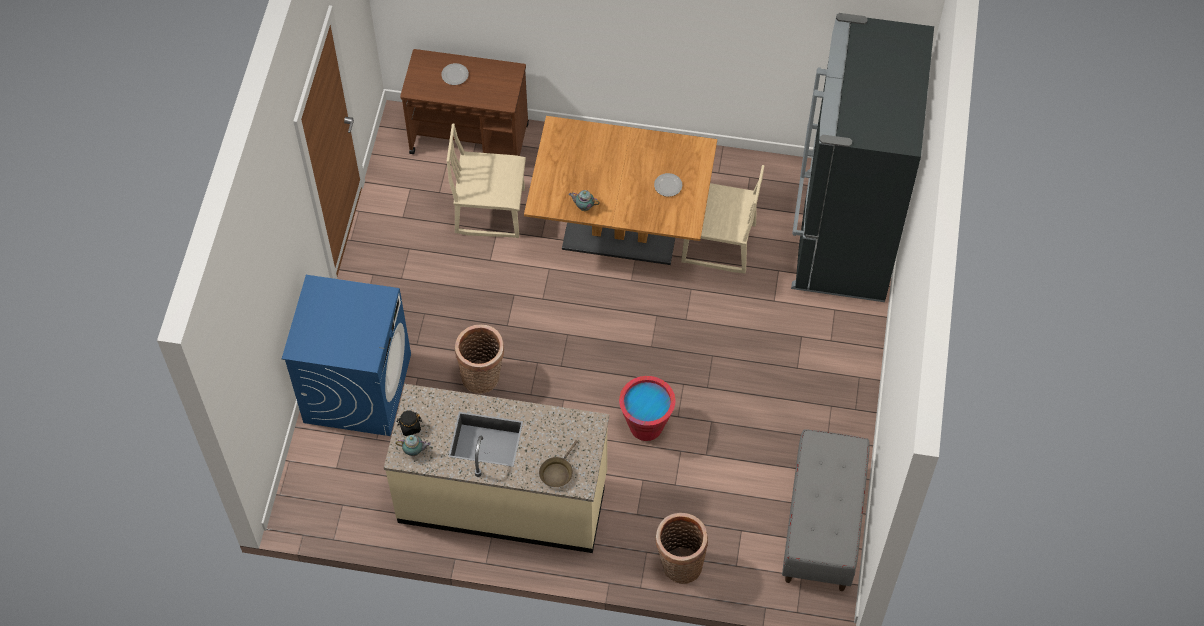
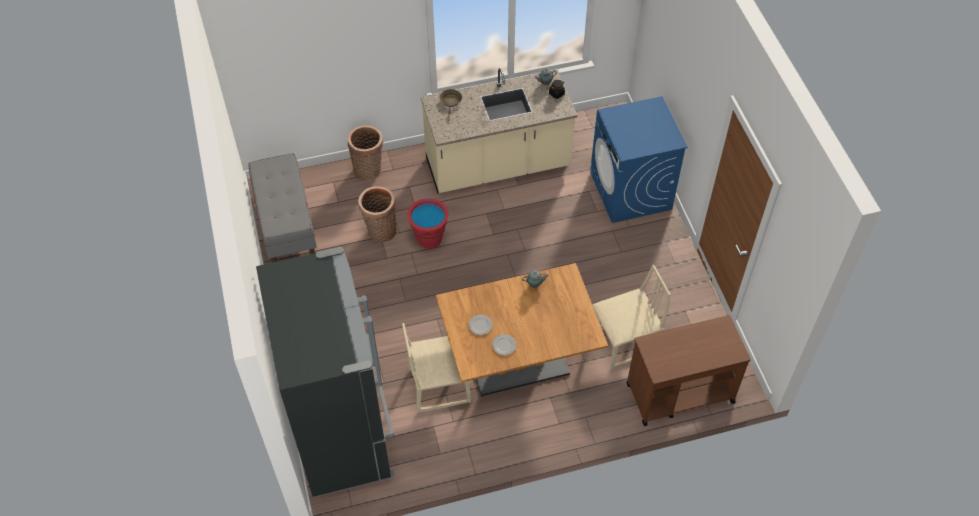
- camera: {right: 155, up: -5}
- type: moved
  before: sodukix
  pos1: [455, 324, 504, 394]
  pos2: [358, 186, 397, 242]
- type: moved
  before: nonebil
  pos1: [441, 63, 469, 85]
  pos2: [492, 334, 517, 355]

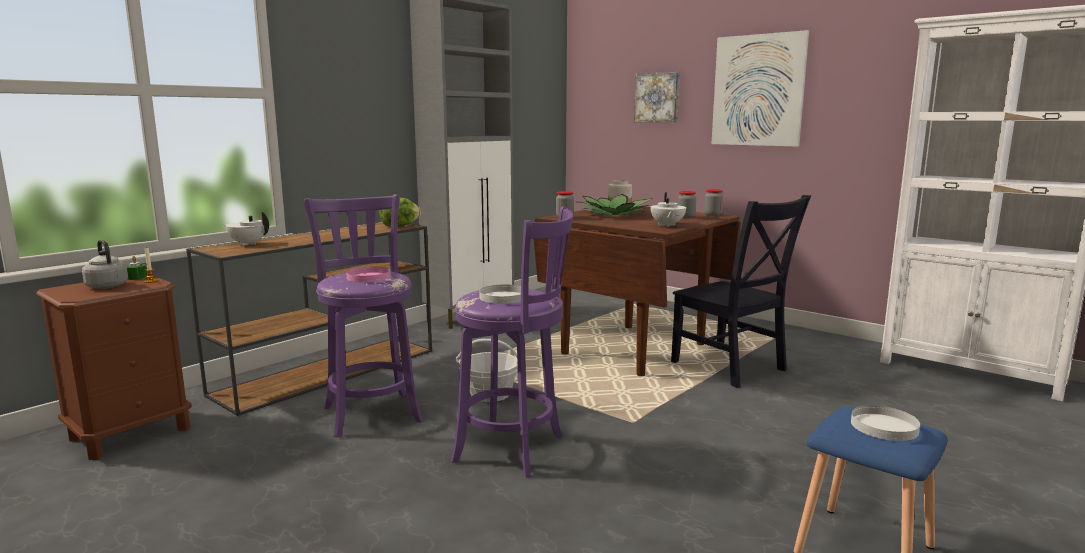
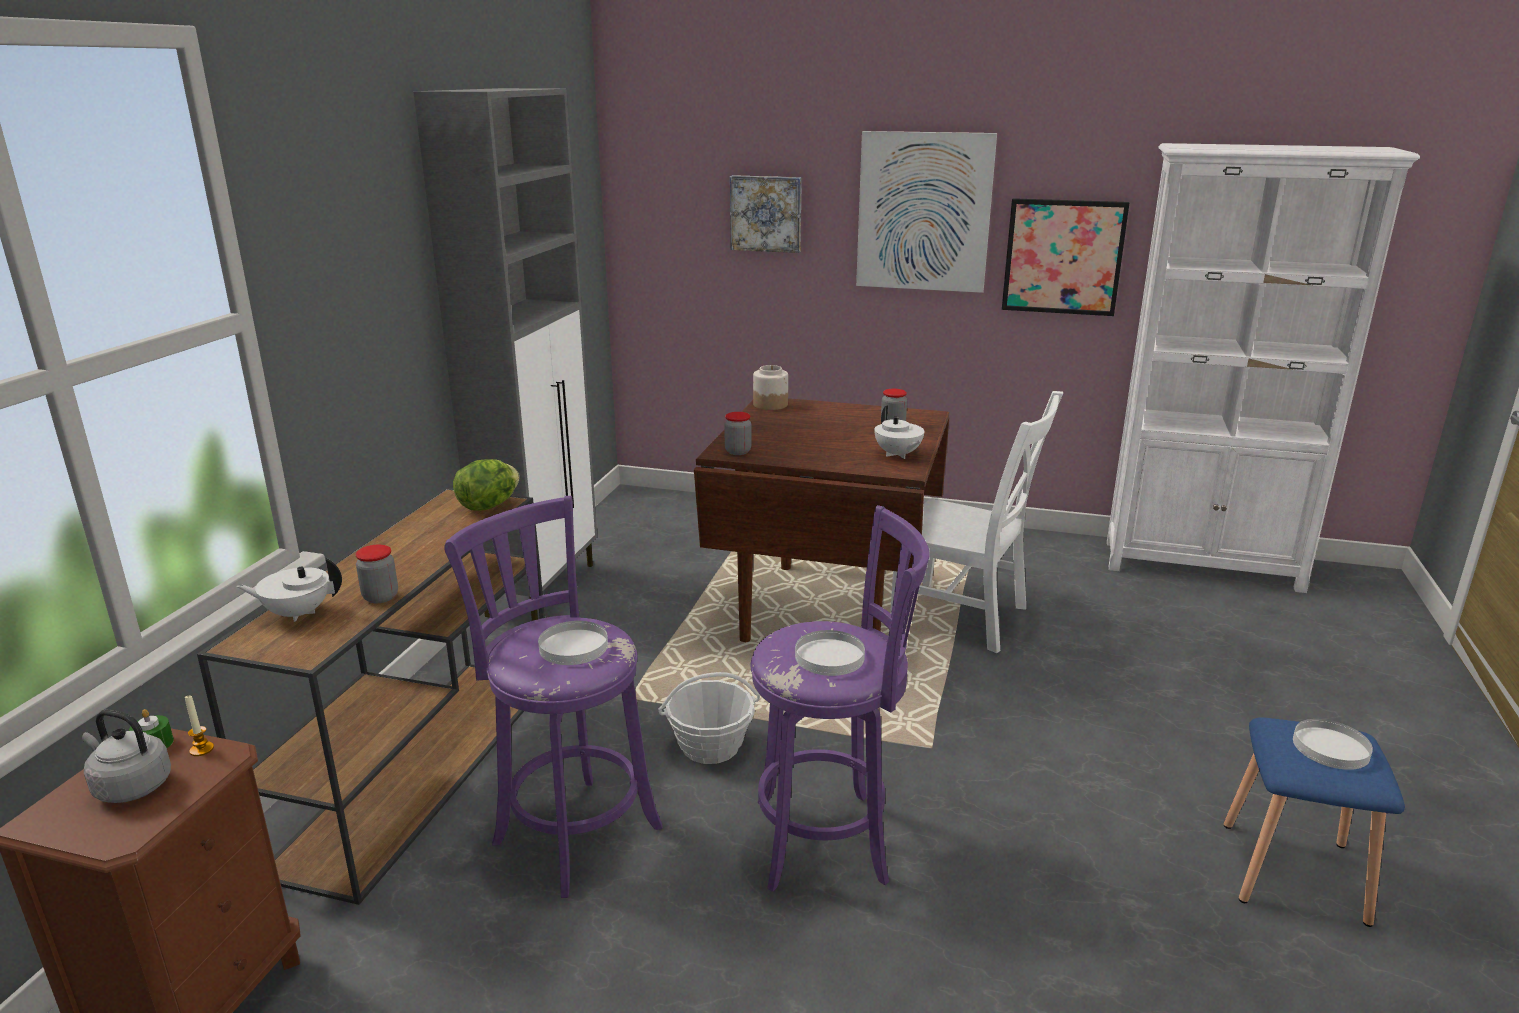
- camera: {right: -25, up: 10}
- type: moved
  before: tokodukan
  pos1: [704, 189, 723, 216]
  pos2: [355, 545, 398, 603]
- type: recoloured
  before: pink_nonebil
  after: white_nonebil
  pos1: [346, 266, 390, 282]
  pos2: [538, 621, 608, 665]
- type: recoloured
  before: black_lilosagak
  after: white_lilosagak
  pos1: [671, 195, 811, 388]
  pos2: [890, 391, 1063, 653]
- type: added
  after: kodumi
  pos2: [1002, 198, 1129, 316]
- type: removed
  before: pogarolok
  pos1: [577, 194, 653, 215]

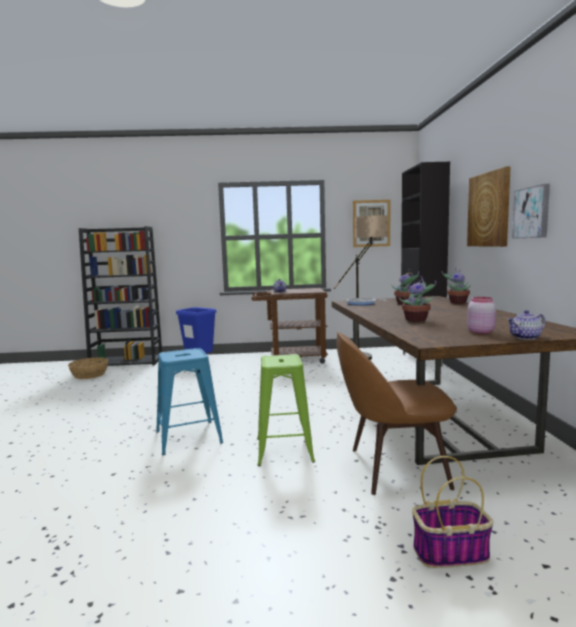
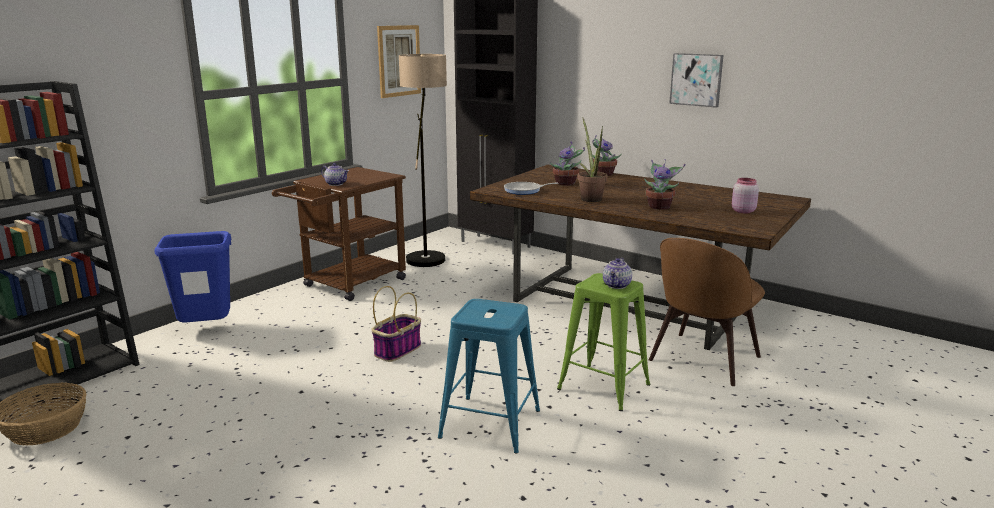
- camera: {right: -50, up: 10}
- type: moved
  before: sodukix
  pos1: [412, 456, 493, 568]
  pos2: [371, 286, 421, 362]
- type: added
  after: pogarolok
  pos2: [577, 118, 607, 202]
- type: moved
  before: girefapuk
  pos1: [507, 310, 546, 340]
  pos2: [603, 258, 632, 289]
- type: removed
  before: kodumi
  pos1: [467, 166, 511, 247]

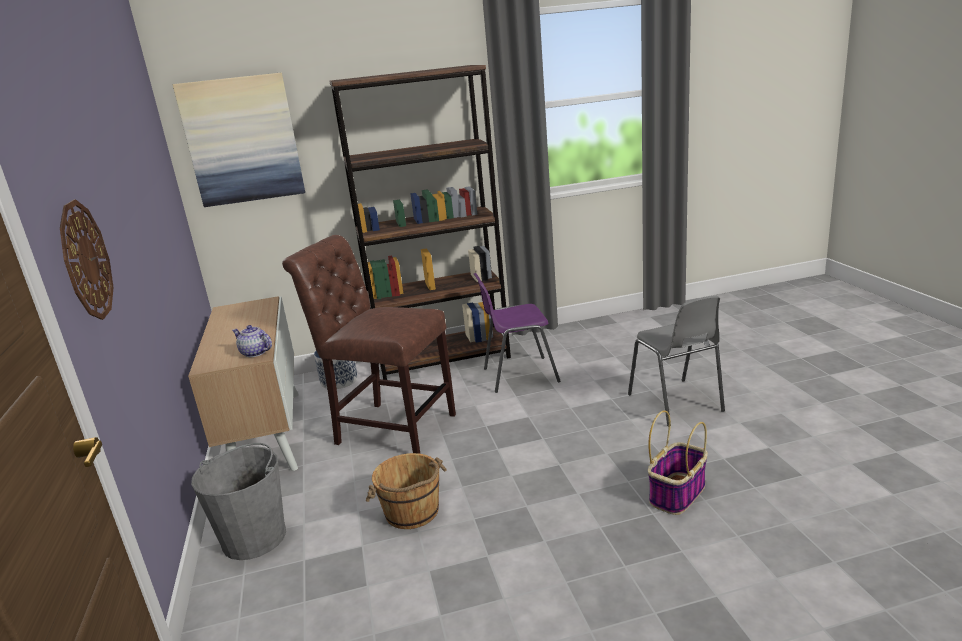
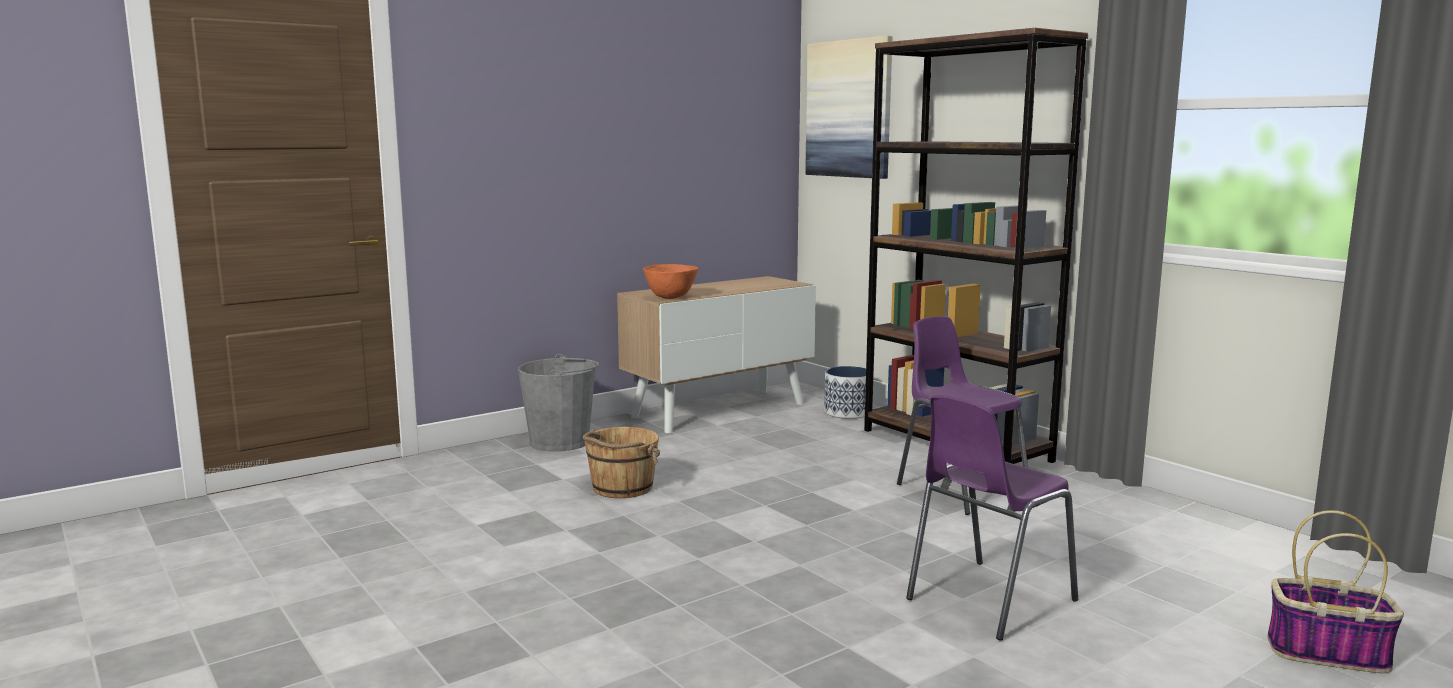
- camera: {right: 65, up: -10}
- type: replaced
  before: girefapuk
  after: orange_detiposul
  pos1: [232, 325, 272, 357]
  pos2: [643, 264, 698, 299]
- type: recoloured
  before: grey_lilosagak
  after: purple_lilosagak
  pos1: [628, 296, 725, 426]
  pos2: [906, 395, 1078, 641]
- type: moved
  before: sodukix
  pos1: [648, 411, 708, 515]
  pos2: [1268, 510, 1404, 673]
- type: removed
  before: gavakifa
  pos1: [60, 199, 114, 320]
- type: removed
  before: brown_lilosagak
  pos1: [282, 235, 456, 454]

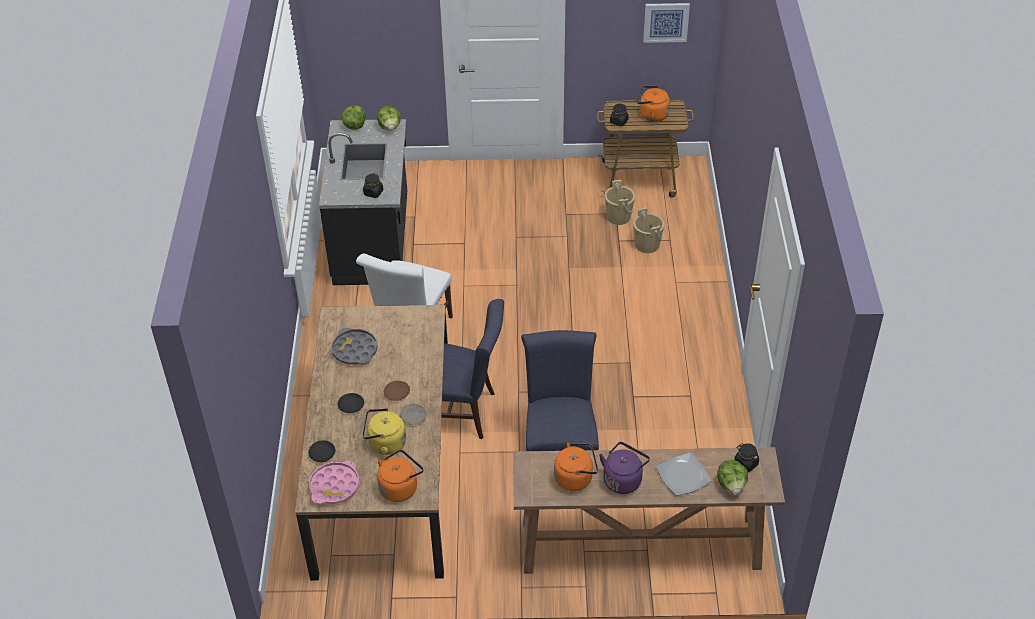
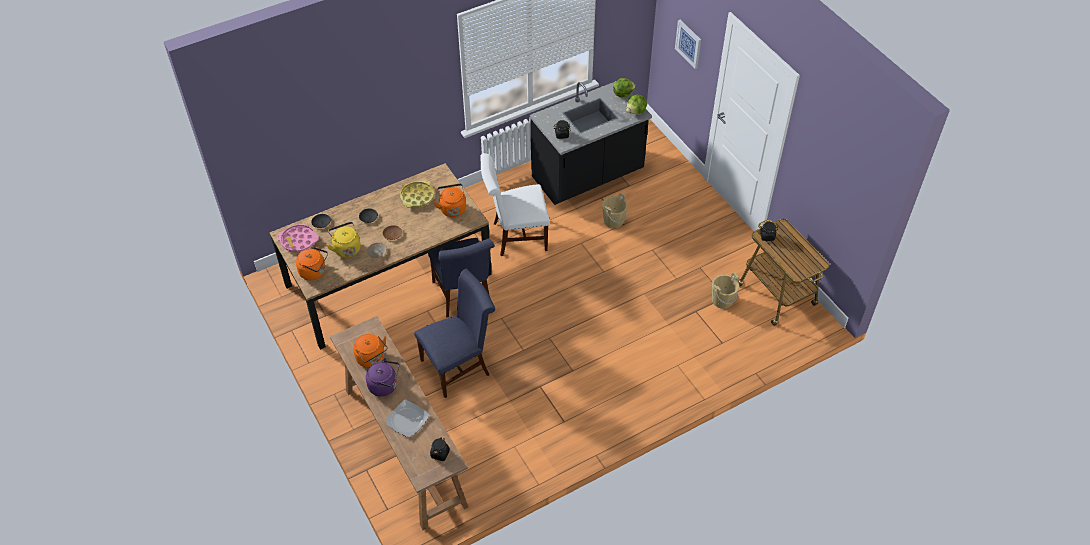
- camera: {right: 60, up: 5}
- type: recoloured
  before: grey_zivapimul
  after: yellow_zivapimul
  pos1: [331, 328, 378, 365]
  pos2: [400, 180, 434, 208]
- type: moved
  before: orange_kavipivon
  pos1: [637, 86, 670, 122]
  pos2: [434, 184, 466, 217]
- type: moved
  before: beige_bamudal
  pos1: [633, 207, 665, 253]
  pos2: [602, 192, 628, 228]
- type: moved
  before: kodumi
  pos1: [643, 3, 690, 43]
  pos2: [675, 20, 701, 69]
- type: removed
  before: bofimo
  pos1: [717, 460, 748, 495]

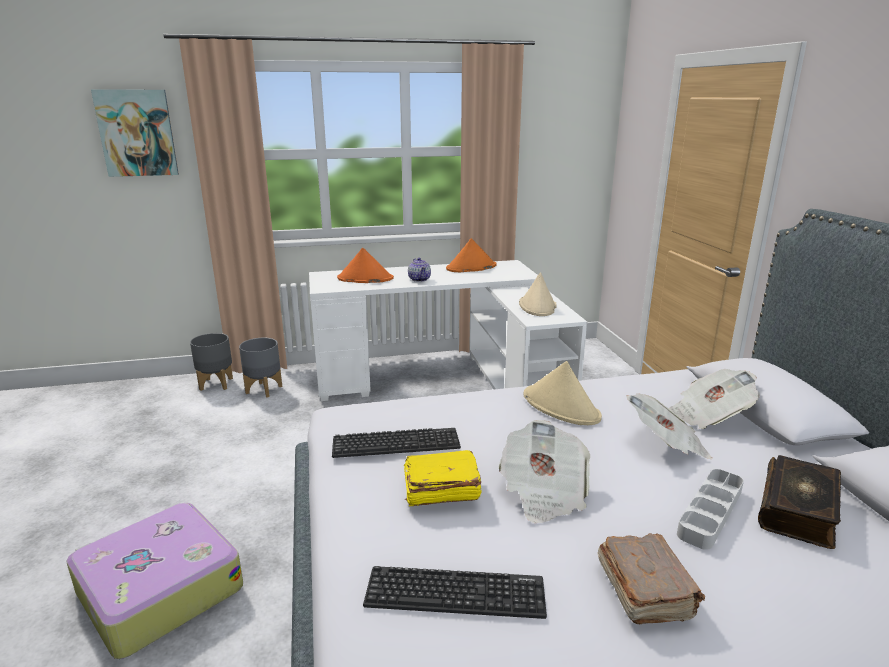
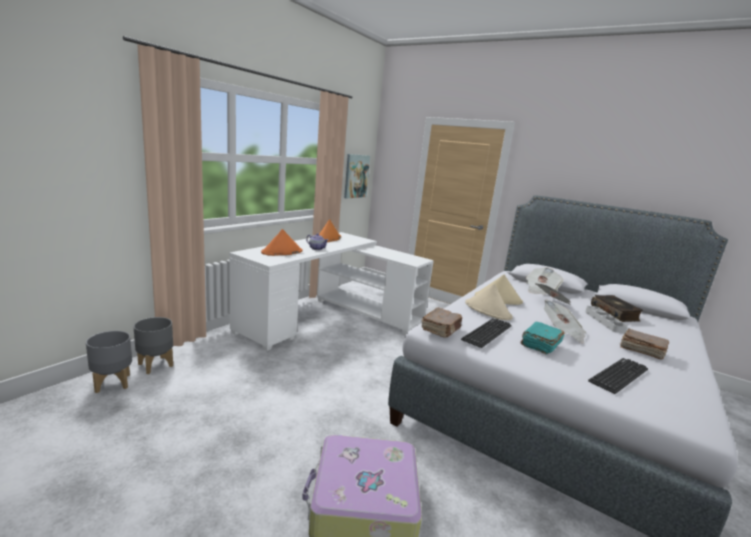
- camera: {right: -45, up: -5}
- type: moved
  before: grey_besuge
  pos1: [239, 338, 282, 398]
  pos2: [86, 331, 132, 393]
- type: moved
  before: kodumi
  pos1: [91, 90, 179, 177]
  pos2: [344, 154, 370, 199]
- type: added
  after: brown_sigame
  pos2: [422, 308, 462, 338]
- type: moved
  before: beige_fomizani
  pos1: [519, 272, 556, 316]
  pos2: [465, 284, 513, 320]
- type: recoloured
  before: yellow_sigame
  after: turquoise_sigame
  pos1: [404, 450, 482, 506]
  pos2: [521, 322, 564, 355]

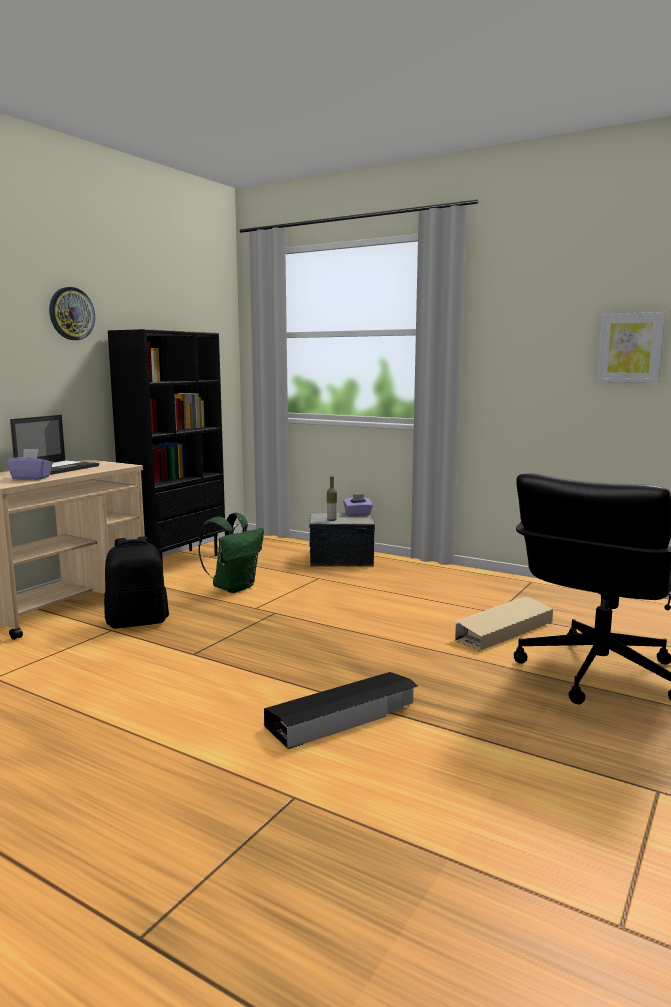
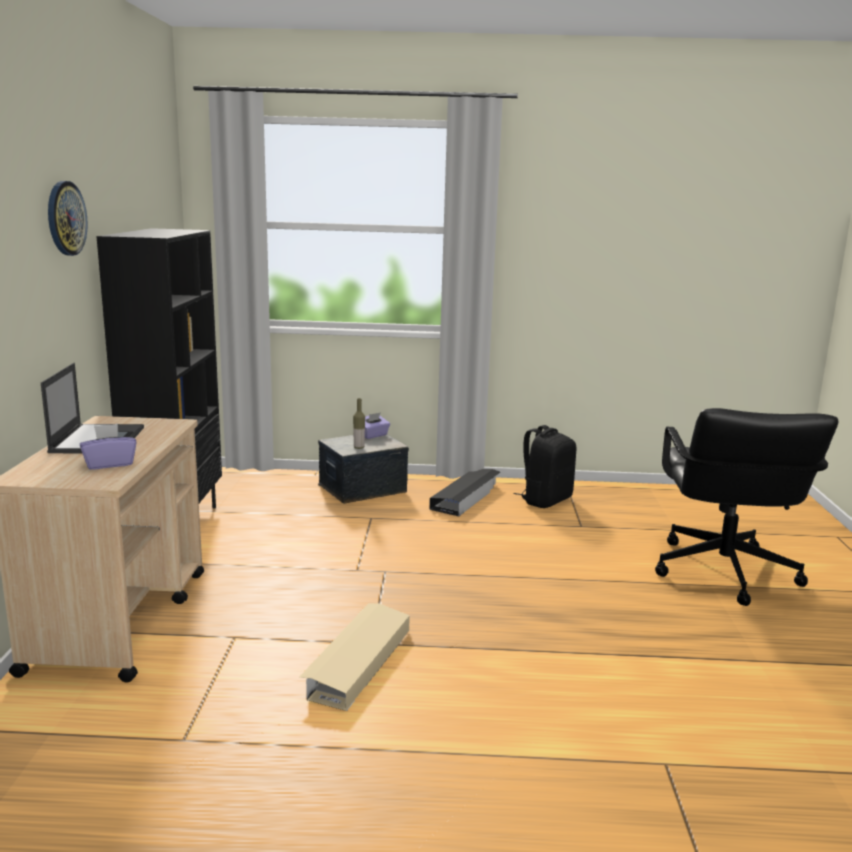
- camera: {right: -30, up: 5}
- type: moved
  before: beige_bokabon
  pos1: [452, 597, 553, 651]
  pos2: [299, 603, 410, 711]
- type: moved
  before: black_bokabon
  pos1: [264, 672, 418, 749]
  pos2: [429, 469, 500, 517]
- type: moved
  before: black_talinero
  pos1: [104, 536, 169, 628]
  pos2: [514, 425, 577, 508]
- type: removed
  before: green_talinero
  pos1: [198, 513, 264, 593]
- type: removed
  before: kodumi
  pos1: [596, 312, 666, 383]

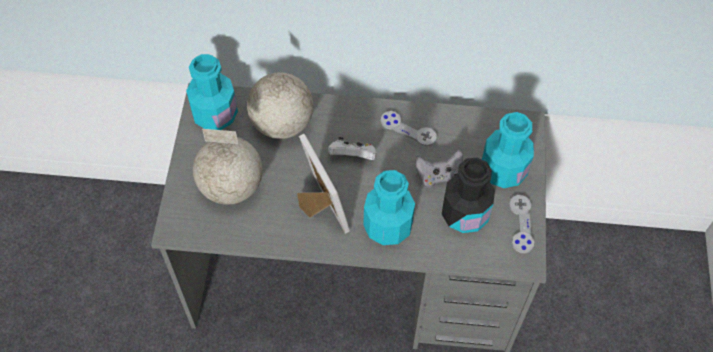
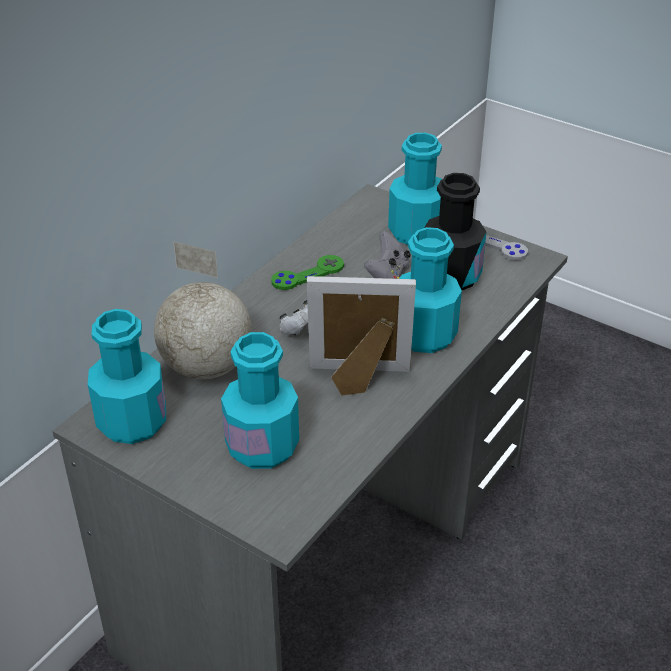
- camera: {right: -60, up: -20}
- type: replaced
  before: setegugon
  after: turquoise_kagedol
  pos1: [193, 129, 262, 205]
  pos2: [221, 332, 299, 469]
- type: recoloured
  before: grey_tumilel
  after: green_tumilel
  pos1: [381, 111, 437, 146]
  pos2: [271, 255, 344, 290]

